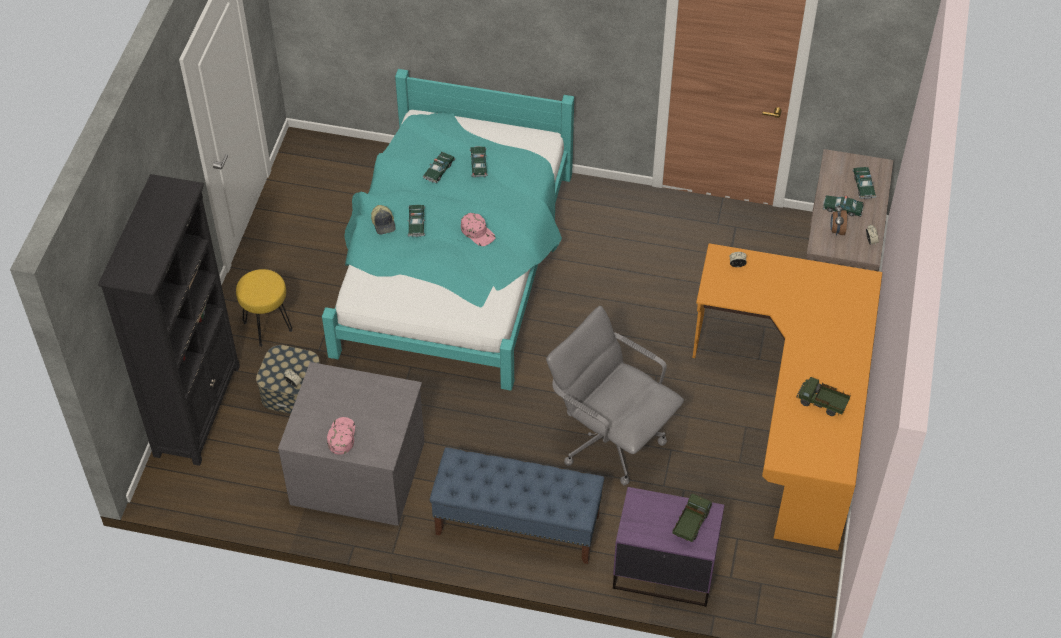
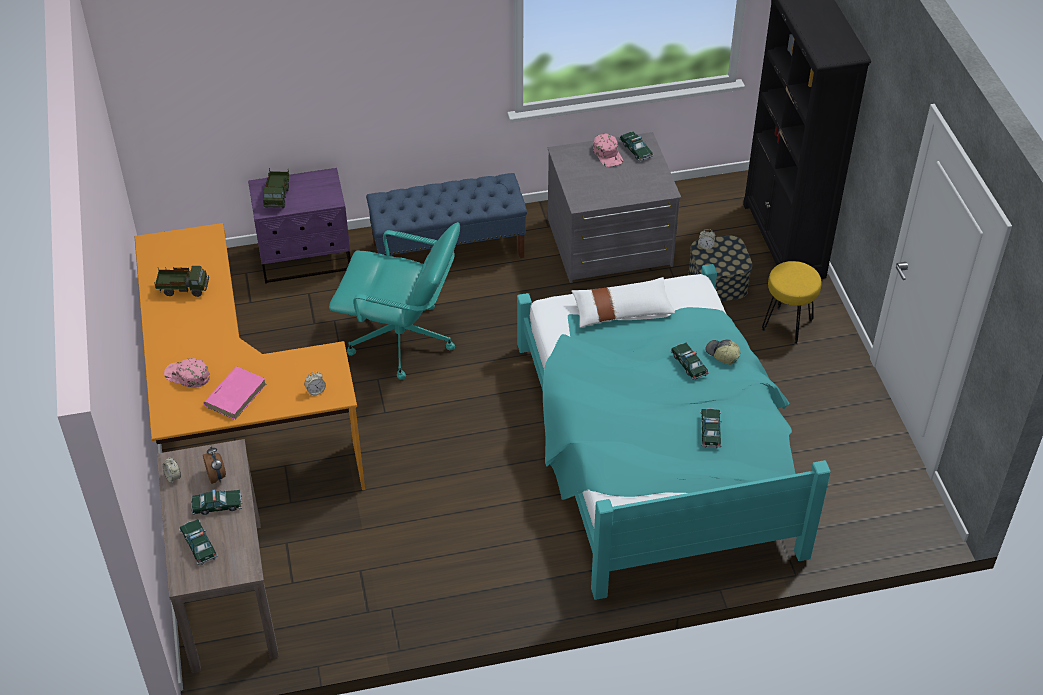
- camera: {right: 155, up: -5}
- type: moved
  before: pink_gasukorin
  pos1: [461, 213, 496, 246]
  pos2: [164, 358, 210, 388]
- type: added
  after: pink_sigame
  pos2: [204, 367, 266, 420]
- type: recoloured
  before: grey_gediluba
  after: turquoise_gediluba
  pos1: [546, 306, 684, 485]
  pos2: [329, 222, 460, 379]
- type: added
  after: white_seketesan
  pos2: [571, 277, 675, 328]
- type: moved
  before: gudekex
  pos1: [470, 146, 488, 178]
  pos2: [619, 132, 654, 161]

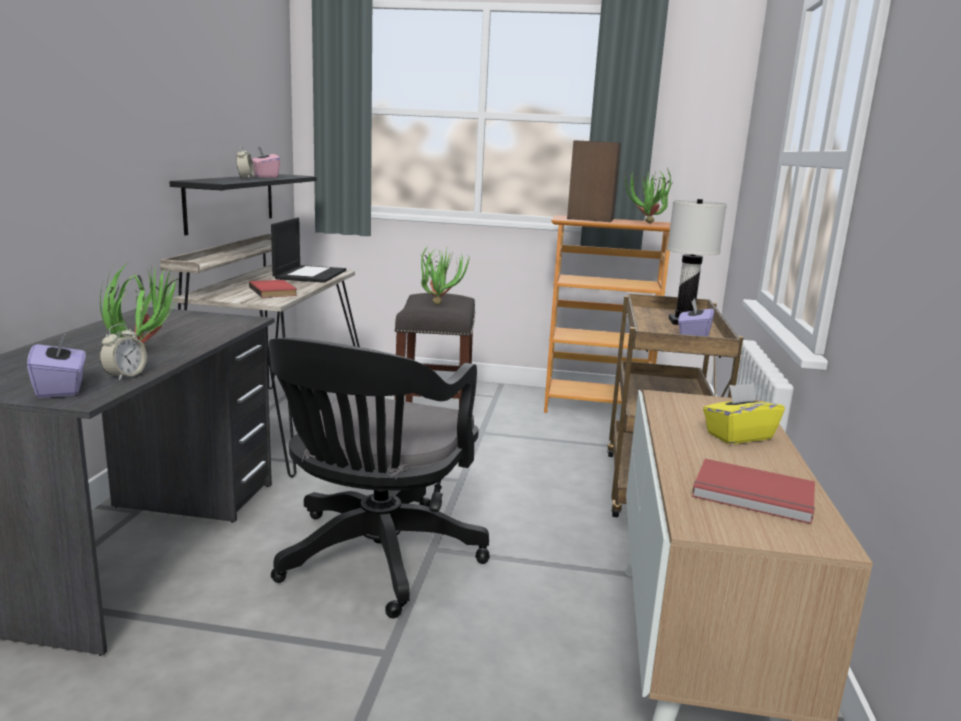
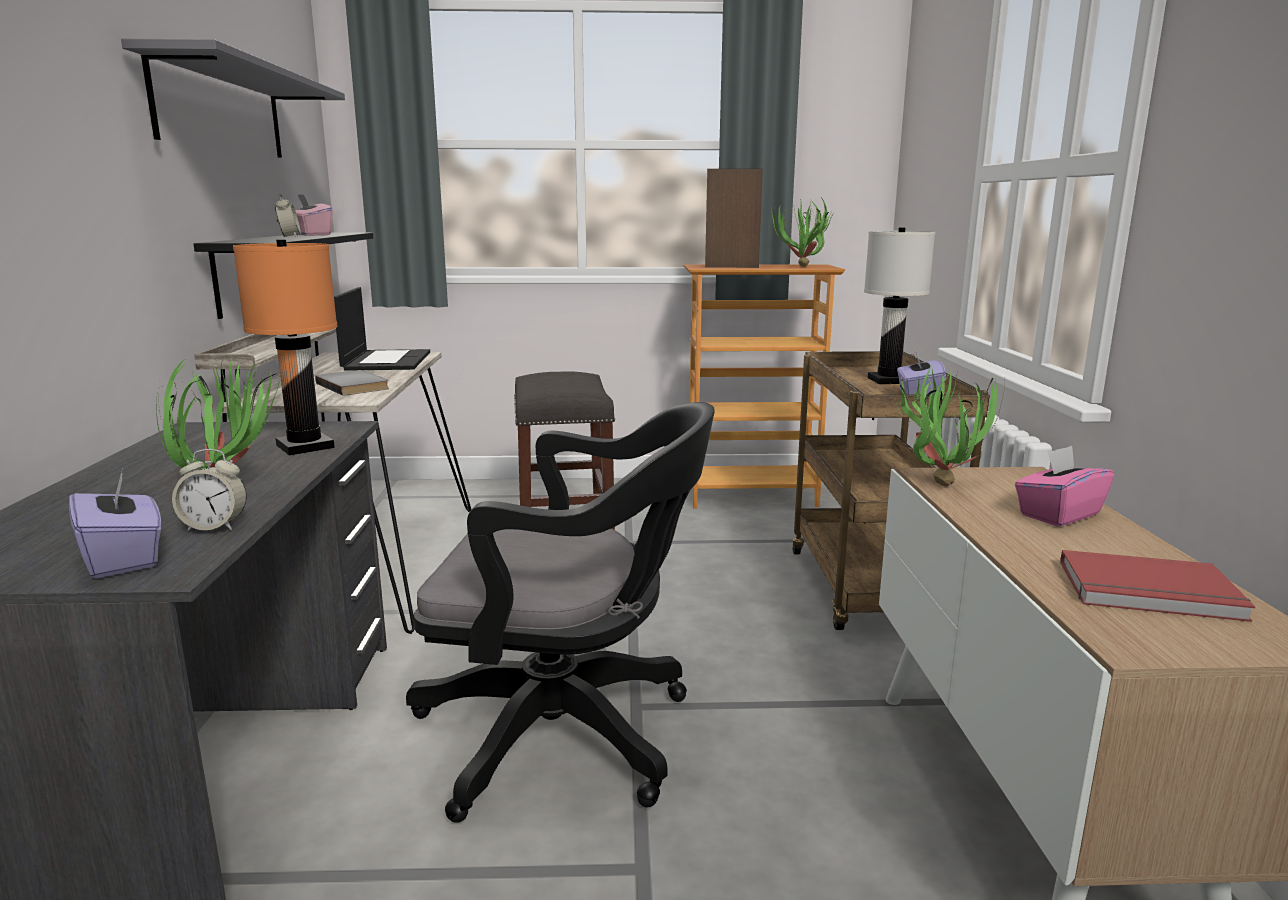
- camera: {right: -10, up: 0}
- type: added
  after: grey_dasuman
  pos2: [121, 38, 345, 158]
- type: turned
  before: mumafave
  pos1: [99, 324, 147, 381]
  pos2: [172, 449, 247, 531]
  turn: 75
- type: added
  after: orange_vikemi
  pos2: [233, 239, 337, 455]
- type: recoloured
  before: red_sigame
  after: grey_sigame
  pos1: [249, 280, 297, 298]
  pos2: [315, 370, 389, 396]
- type: turned
  before: black_gediluba
  pos1: [268, 338, 490, 618]
  pos2: [406, 402, 715, 823]
  turn: -90
- type: moved
  before: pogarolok
  pos1: [421, 245, 470, 305]
  pos2: [891, 364, 1005, 486]
- type: recoloured
  before: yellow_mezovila
  after: pink_mezovila
  pos1: [703, 383, 785, 444]
  pos2: [1015, 446, 1114, 527]

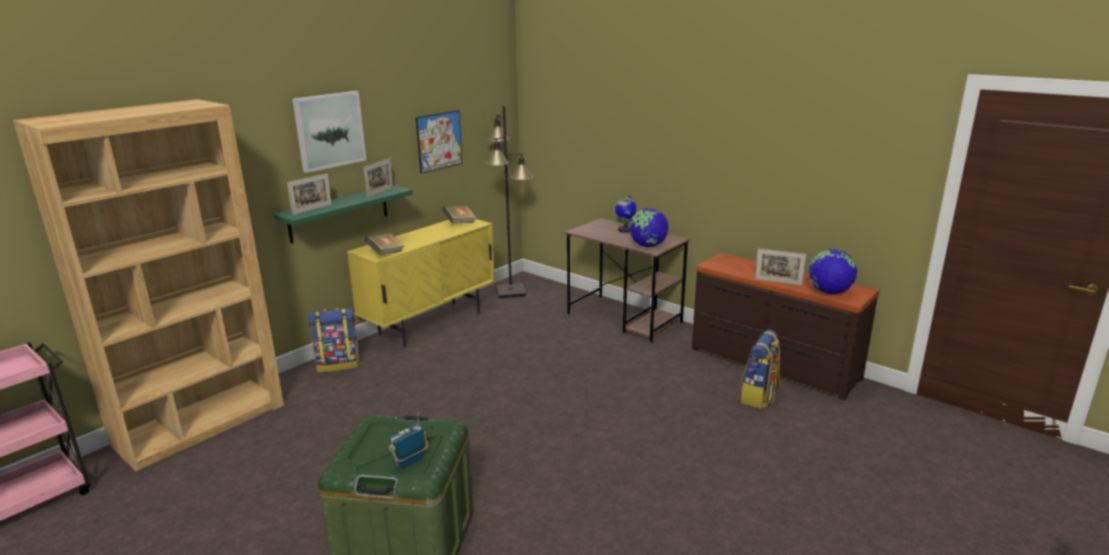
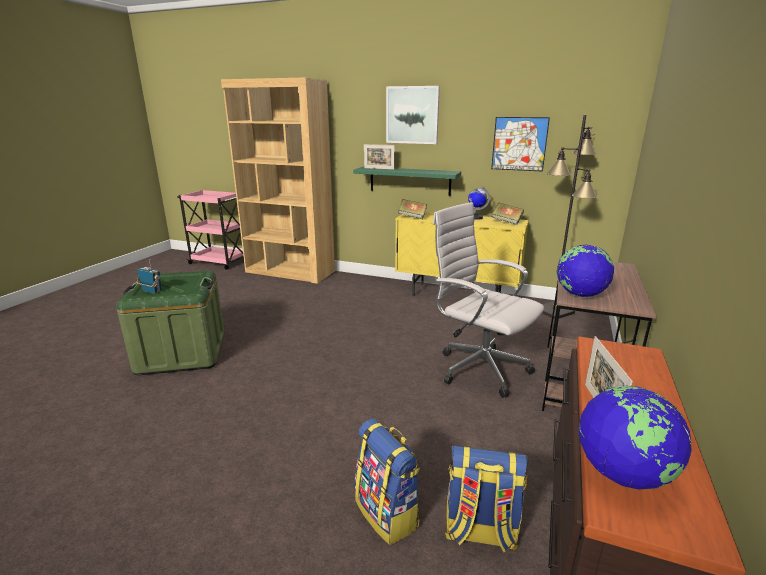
- camera: {right: 70, up: 0}
- type: moved
  before: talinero
  pos1: [308, 308, 360, 373]
  pos2: [355, 419, 420, 545]
- type: added
  after: white_gediluba
  pos2: [433, 202, 544, 398]
- type: moved
  before: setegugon
  pos1: [615, 195, 636, 233]
  pos2: [468, 187, 490, 220]
- type: removed
  before: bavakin
  pos1: [364, 158, 393, 198]

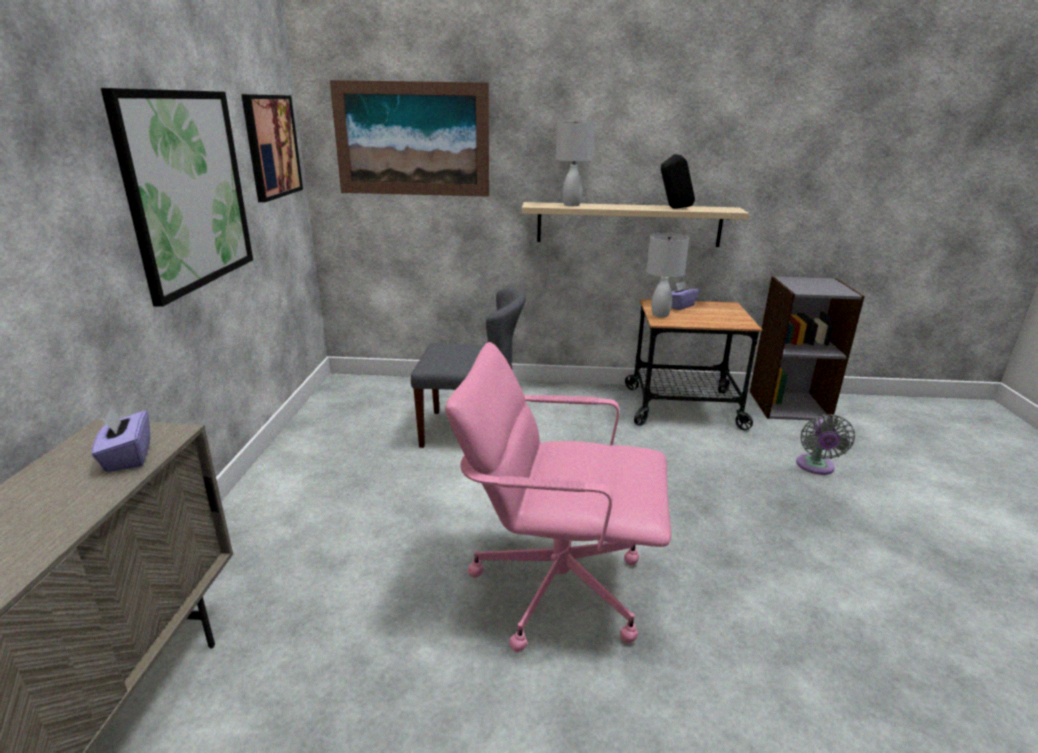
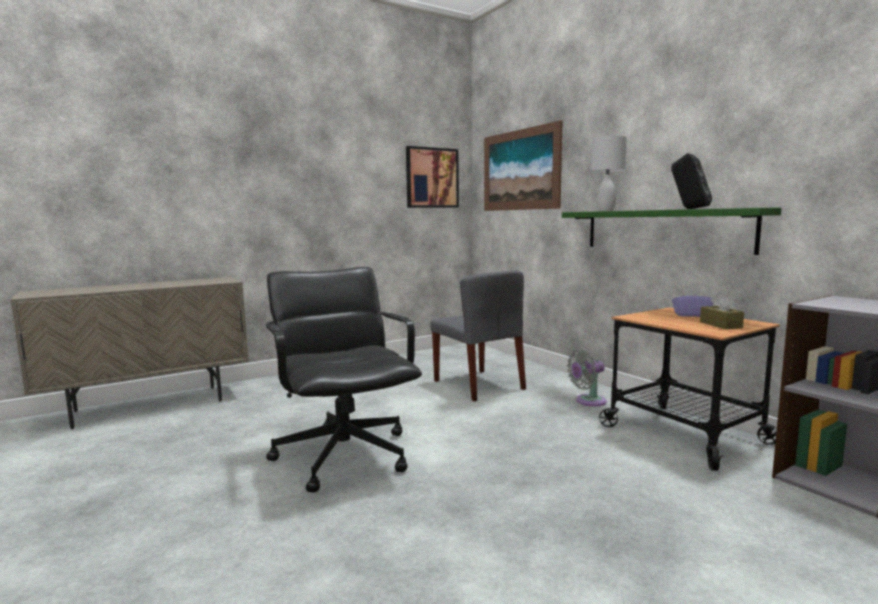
- camera: {right: 55, up: -15}
- type: recoloured
  before: pink_gediluba
  after: black_gediluba
  pos1: [445, 342, 671, 652]
  pos2: [266, 267, 422, 493]
- type: recoloured
  before: beige_dasuman
  after: green_dasuman
  pos1: [522, 202, 749, 247]
  pos2: [562, 208, 782, 255]
- type: moved
  before: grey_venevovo
  pos1: [796, 414, 855, 475]
  pos2: [567, 350, 607, 406]
- type: added
  after: brown_mezovila
  pos2: [700, 294, 744, 329]
- type: removed
  before: purple_mezovila
  pos1: [92, 408, 150, 472]
- type: removed
  before: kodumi
  pos1: [101, 88, 253, 307]
- type: removed
  before: white_vikemi
  pos1: [646, 233, 689, 317]

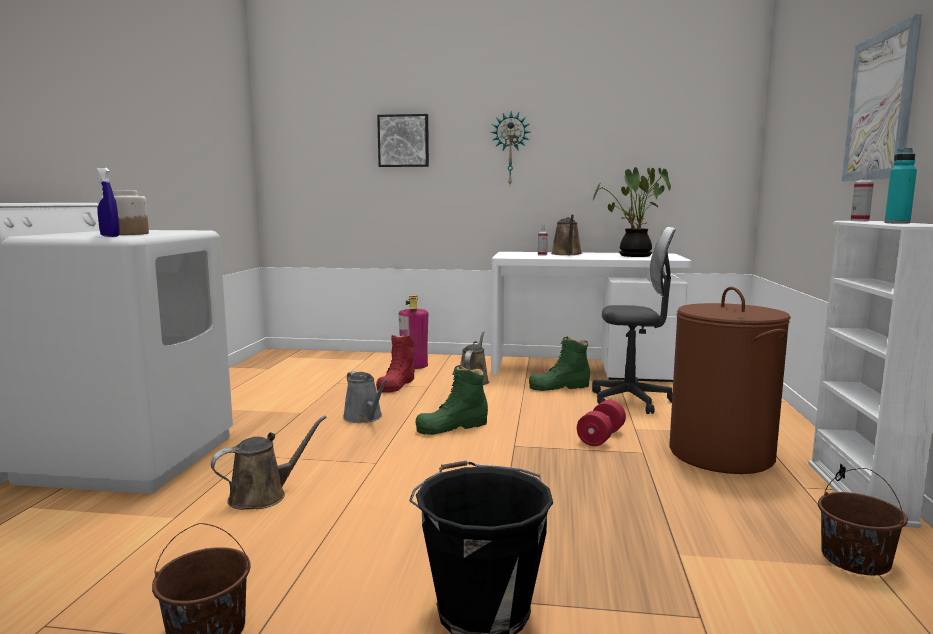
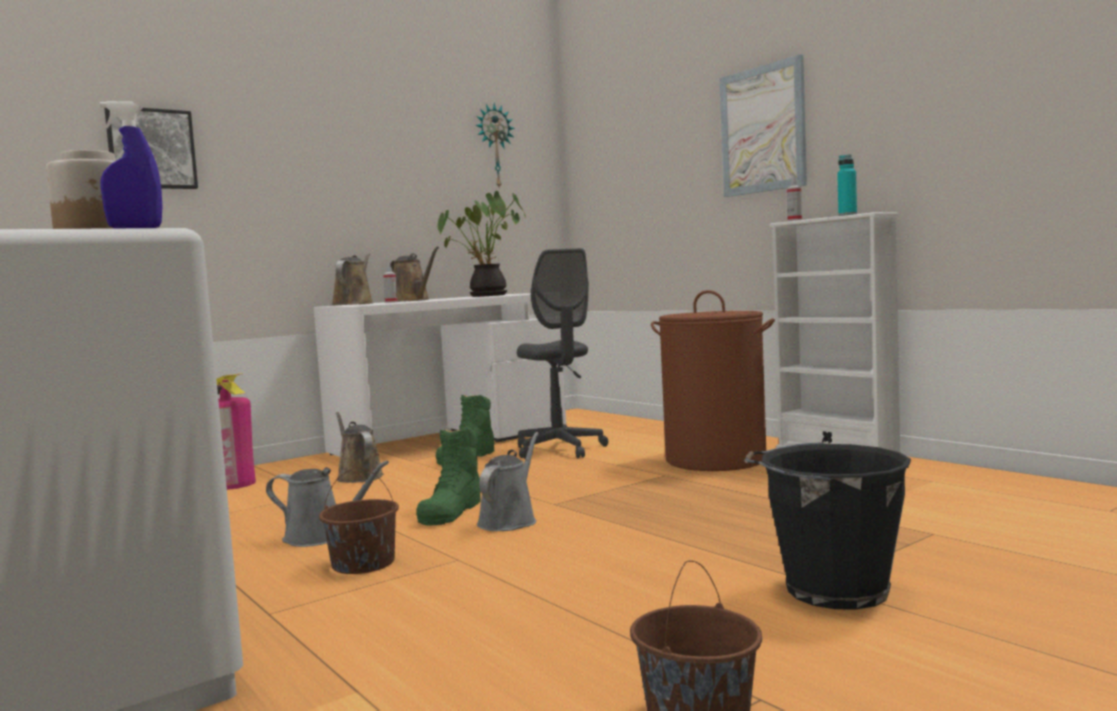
- camera: {right: -45, up: -5}
- type: moved
  before: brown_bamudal
  pos1: [818, 468, 908, 575]
  pos2: [319, 467, 399, 574]
- type: moved
  before: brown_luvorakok
  pos1: [211, 416, 327, 510]
  pos2: [332, 253, 374, 305]
- type: moved
  before: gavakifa
  pos1: [491, 111, 530, 184]
  pos2: [475, 103, 515, 188]
- type: added
  after: grey_luvorakok
  pos2: [477, 432, 539, 531]
- type: turned
  before: grey_gediluba
  pos1: [592, 227, 676, 414]
  pos2: [517, 248, 608, 459]
  turn: 105
- type: removed
  before: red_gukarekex
  pos1: [376, 335, 415, 393]
- type: removed
  before: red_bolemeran
  pos1: [577, 400, 626, 446]

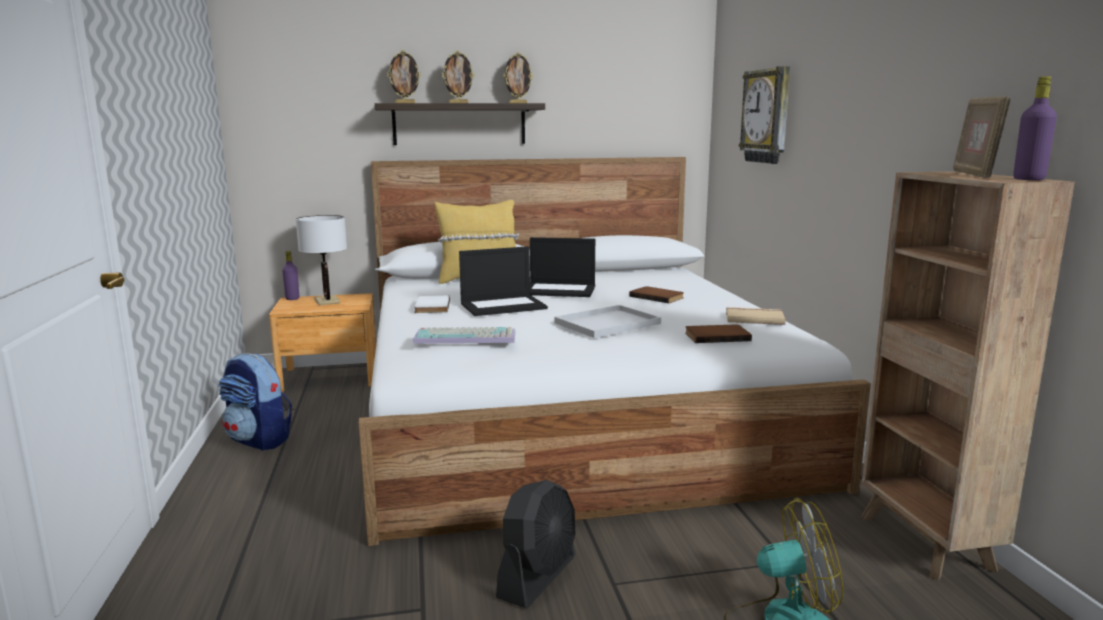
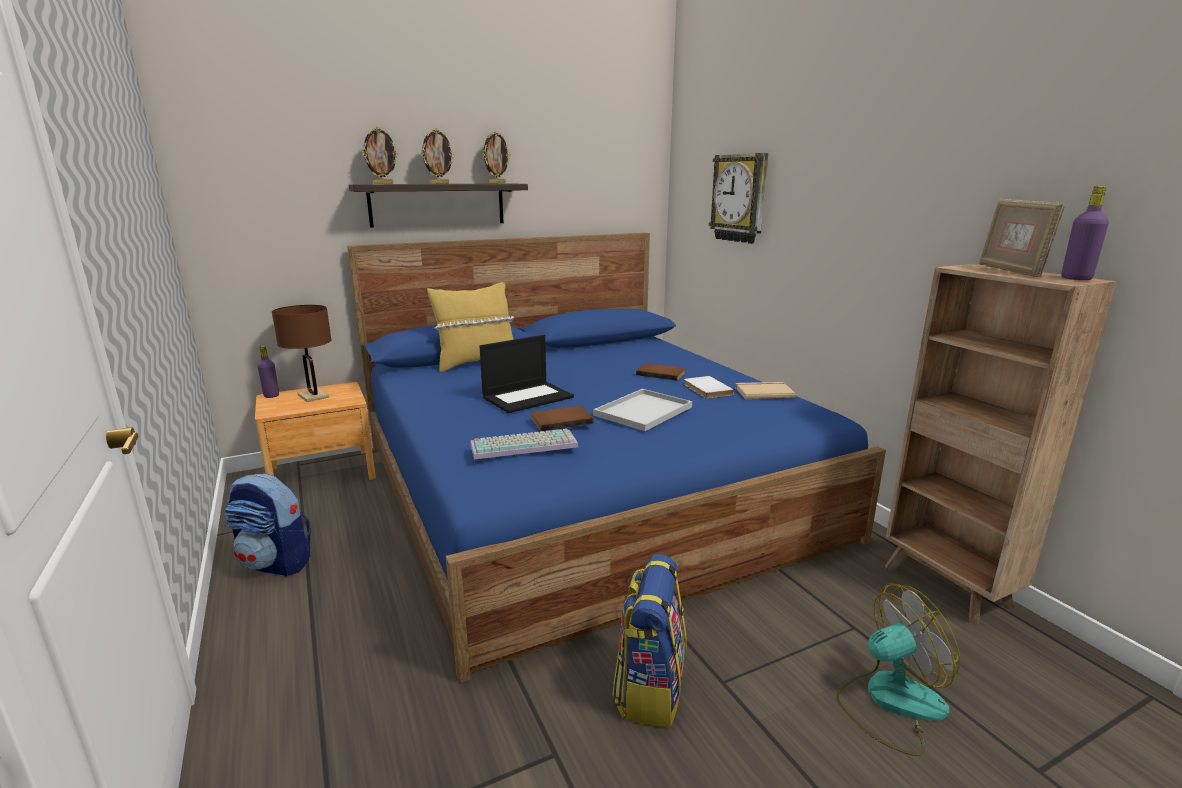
- camera: {right: -15, up: 5}
- type: recoloured
  before: white_vikemi
  after: brown_vikemi
  pos1: [296, 215, 347, 305]
  pos2: [272, 305, 332, 402]
- type: recoloured
  before: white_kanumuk
  after: blue_kanumuk
  pos1: [359, 157, 871, 546]
  pos2: [347, 233, 886, 683]
- type: moved
  before: brown_sigame
  pos1: [685, 324, 752, 343]
  pos2: [531, 406, 594, 431]
- type: replaced
  before: black_venevovo
  after: talinero
  pos1: [496, 480, 575, 609]
  pos2: [612, 554, 687, 728]
- type: moved
  before: white_sigame
  pos1: [414, 295, 450, 313]
  pos2: [684, 376, 734, 398]
- type: removed
  before: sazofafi
  pos1: [530, 237, 595, 297]

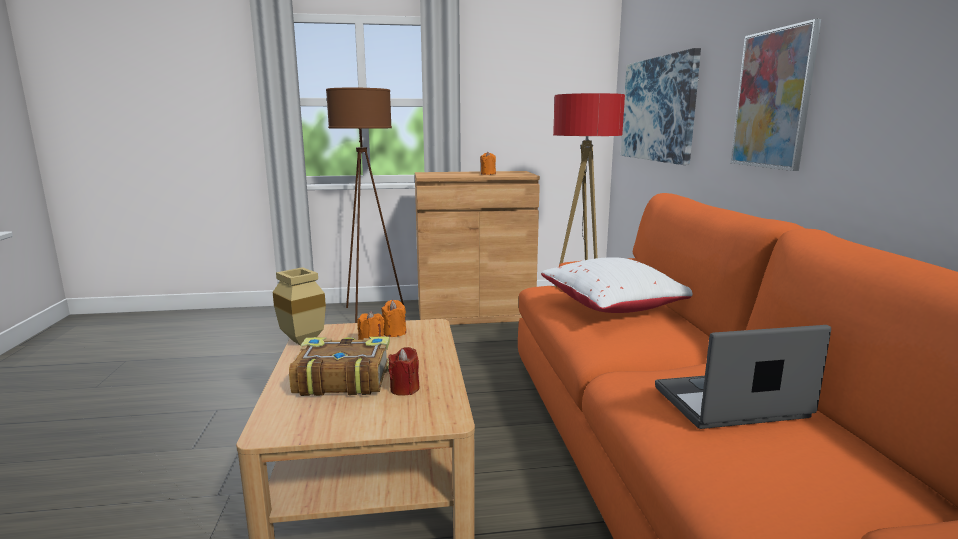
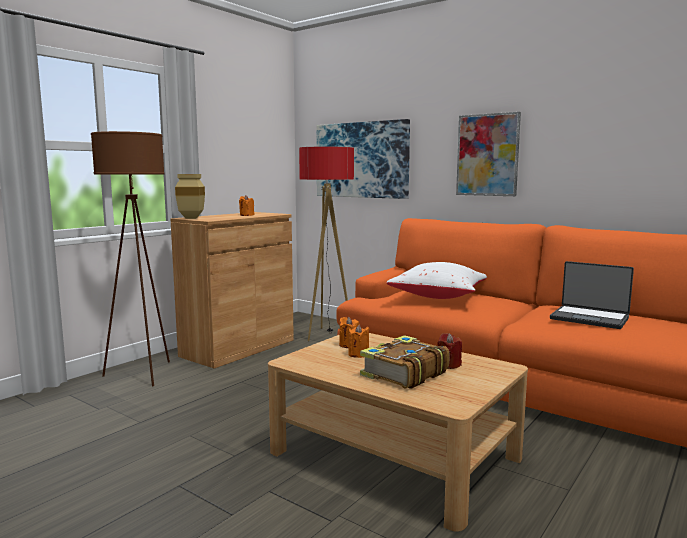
- camera: {right: -45, up: -5}
- type: moved
  before: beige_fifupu
  pos1: [273, 267, 326, 345]
  pos2: [175, 174, 205, 219]
- type: turned
  before: sazofafi
  pos1: [655, 325, 831, 429]
  pos2: [550, 261, 634, 329]
  turn: -90

